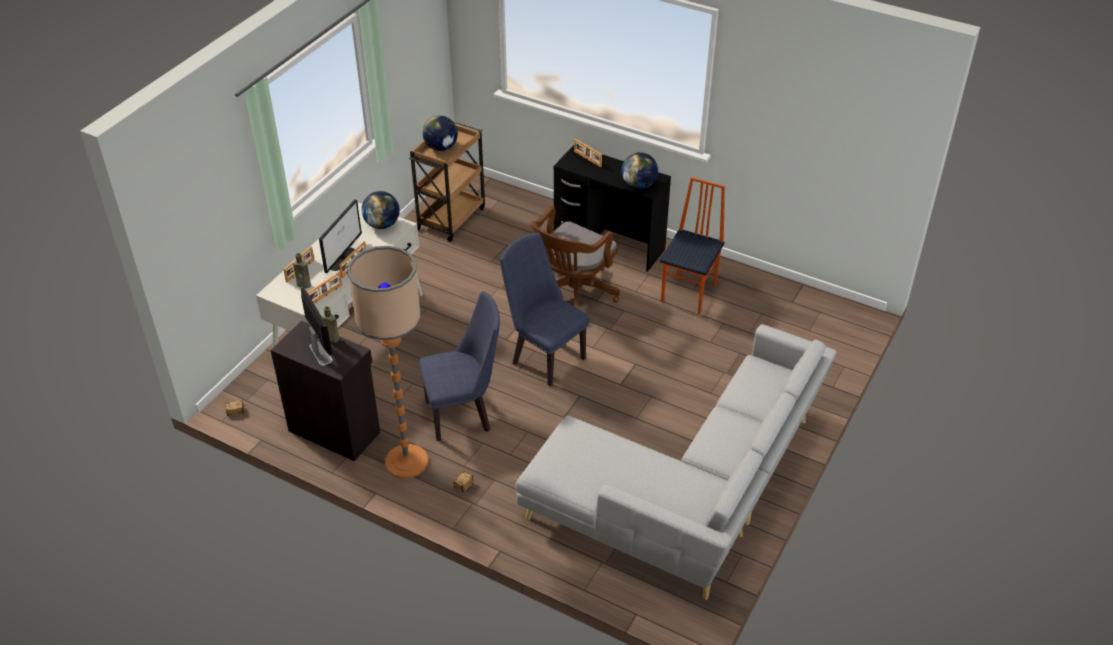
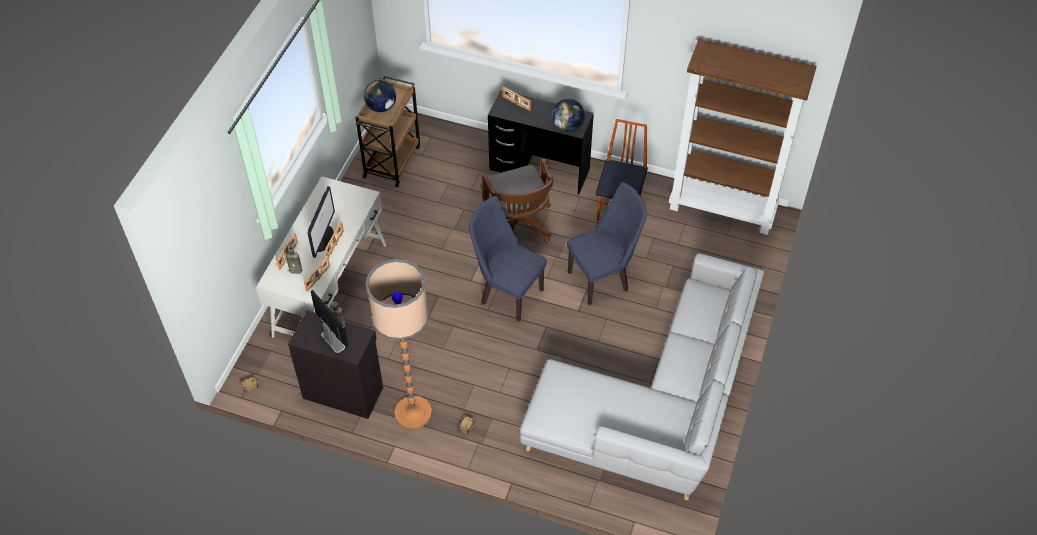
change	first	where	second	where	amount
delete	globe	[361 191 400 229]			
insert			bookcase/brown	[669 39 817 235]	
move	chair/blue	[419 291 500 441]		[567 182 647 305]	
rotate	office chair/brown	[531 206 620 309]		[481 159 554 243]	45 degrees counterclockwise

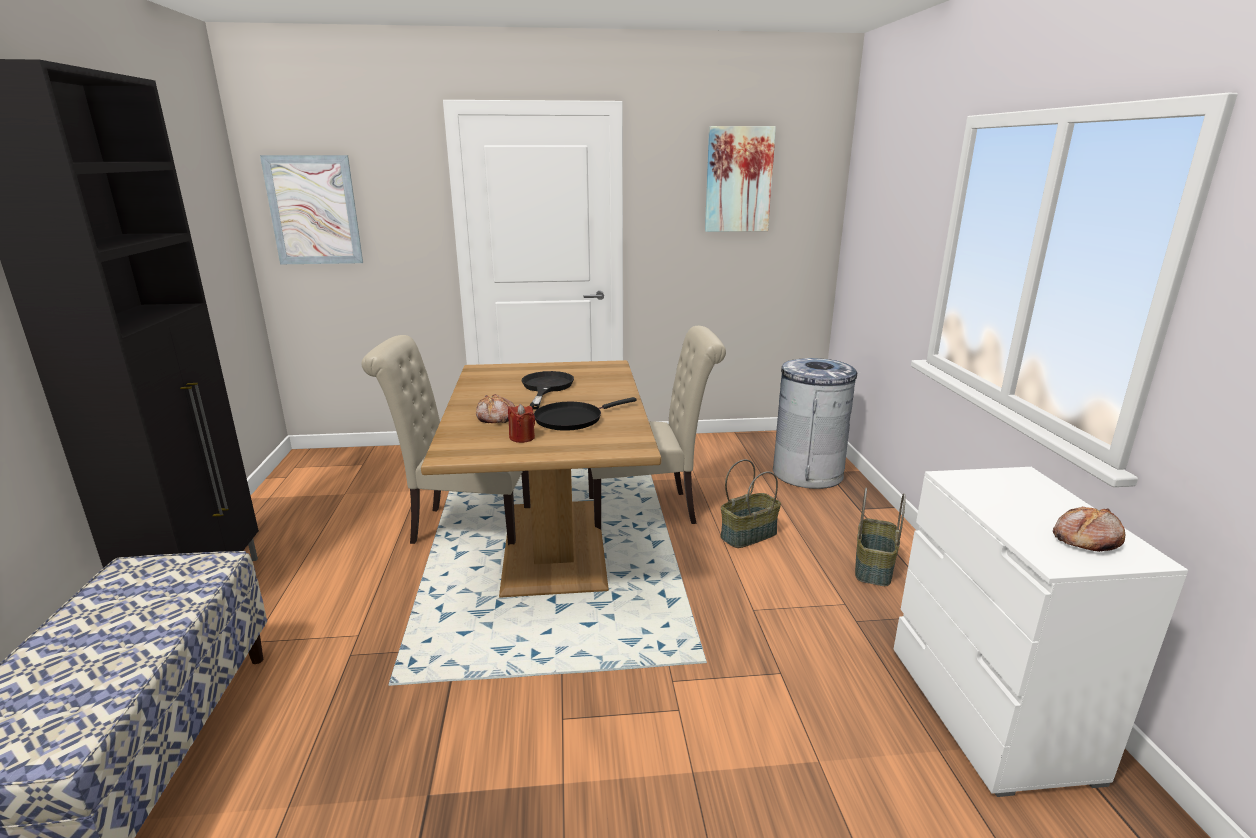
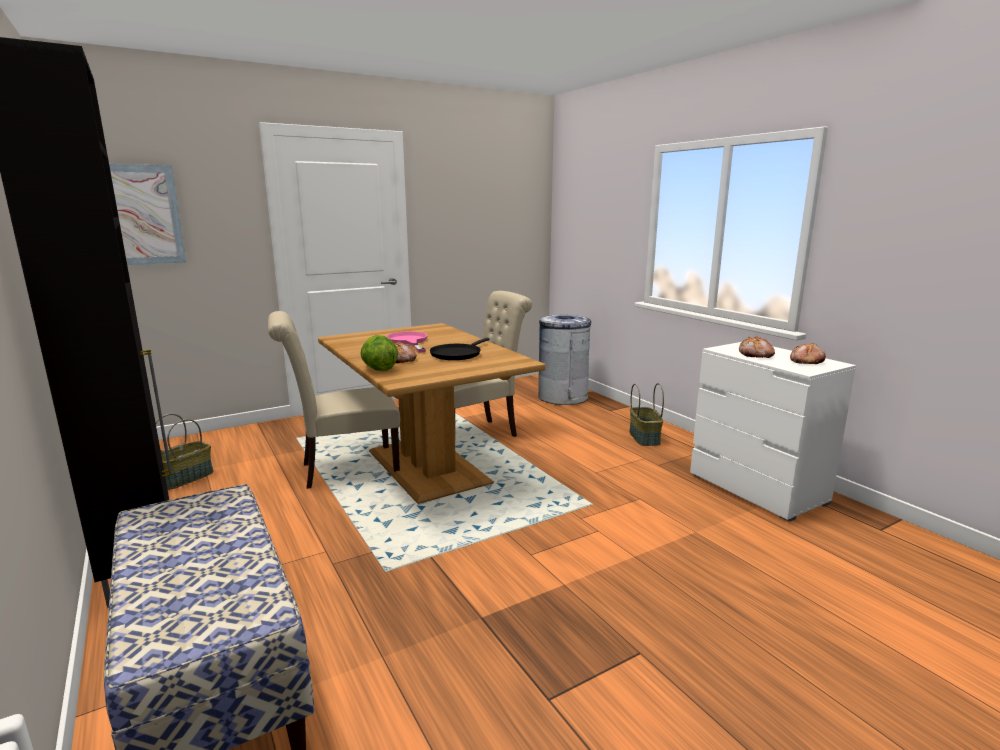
change	first	where	second	where	amount
delete	candle/red	[508 404 535 443]			
delete	picture	[705 126 776 232]			
insert			lettuce	[360 335 398 371]	
insert			bread	[739 336 775 358]	
move	basket	[721 459 781 548]		[155 414 214 490]	
recolor	frying pan/black	[522 371 574 410]	frying pan/pink	[386 331 428 353]	

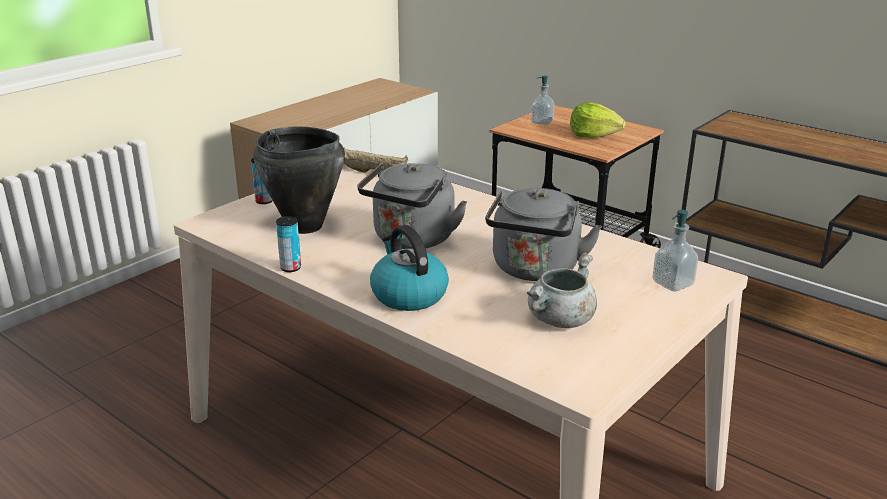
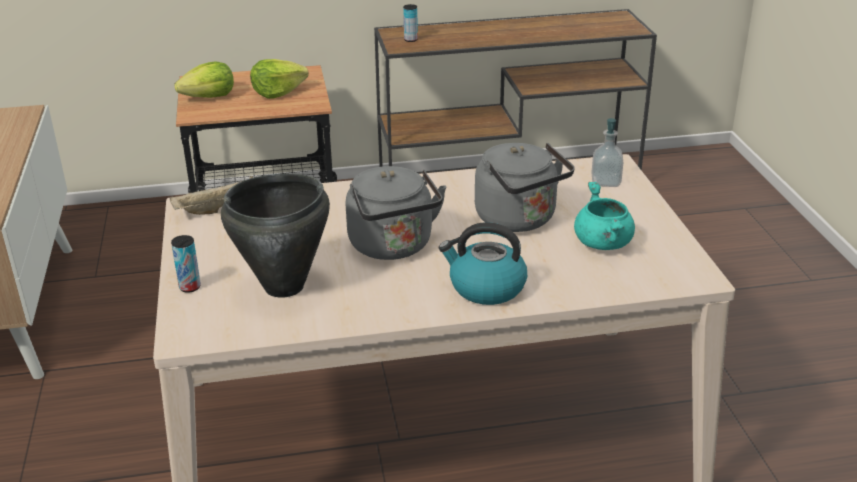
change	first	where	second	where	amount
move	can	[276 216 301 272]		[403 4 418 42]	
replace	soap dispenser	[531 76 555 125]	lettuce	[174 61 234 98]	
recolor	cooking pot/grey	[527 252 597 328]	cooking pot/turquoise	[574 182 635 250]	

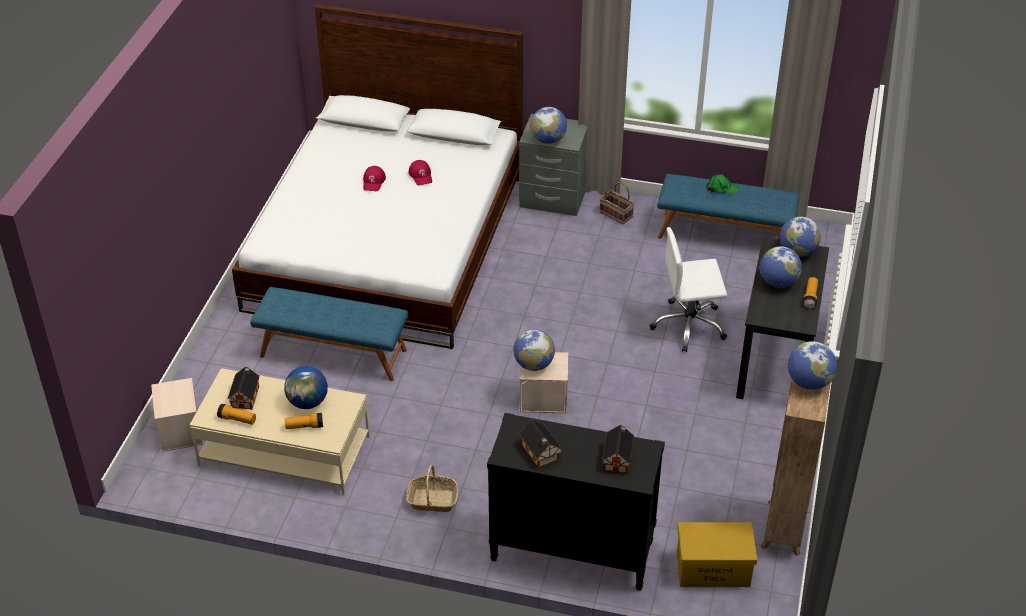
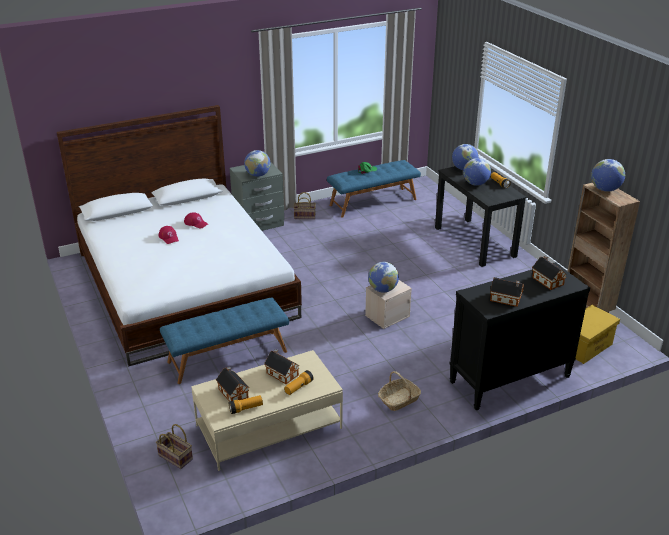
change	first	where	second	where	amount
delete	office chair/white	[649 227 727 352]			
replace	storage box/beige	[151 378 203 452]	basket	[156 424 193 469]	
replace	globe	[284 366 328 409]	toy house	[264 349 300 385]	

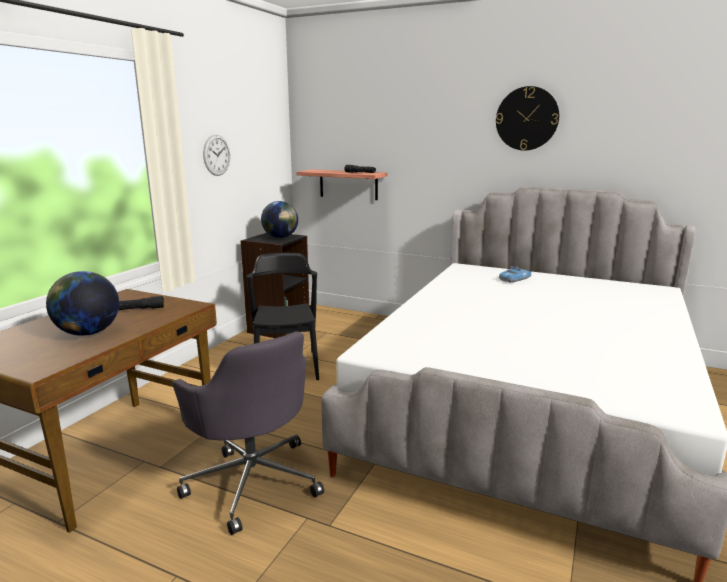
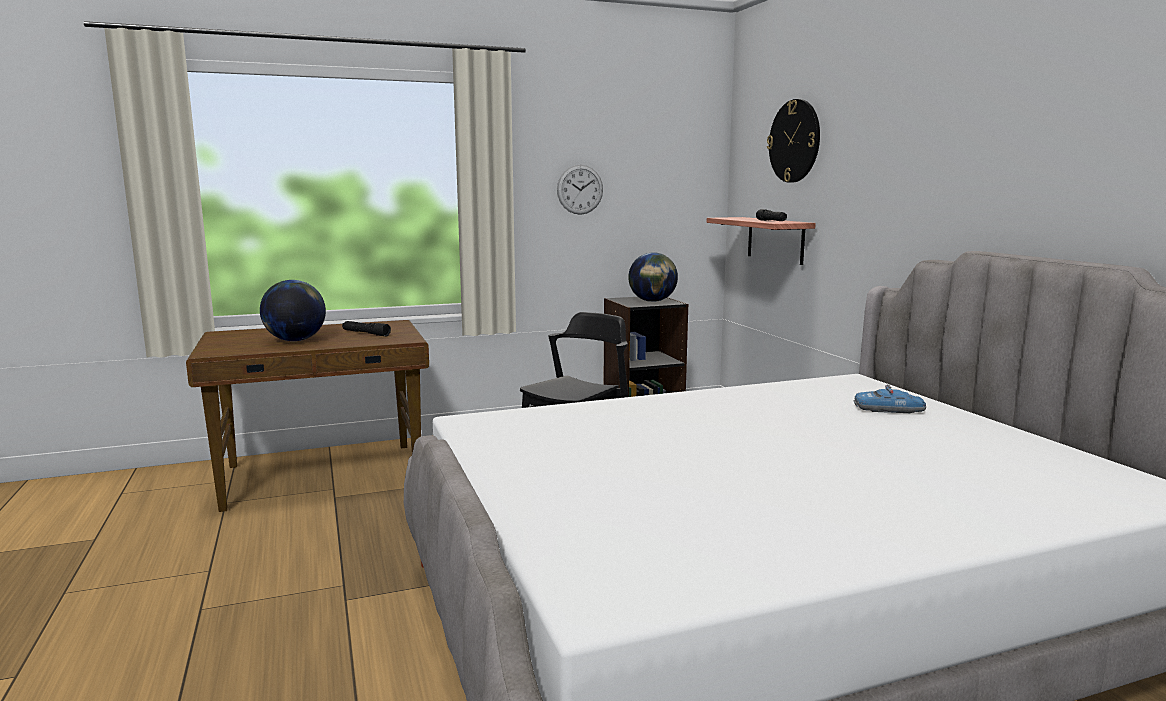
change	first	where	second	where	amount
delete	office chair/grey	[172 331 324 535]			
move	wall clock	[496 86 559 151]		[767 99 820 183]	

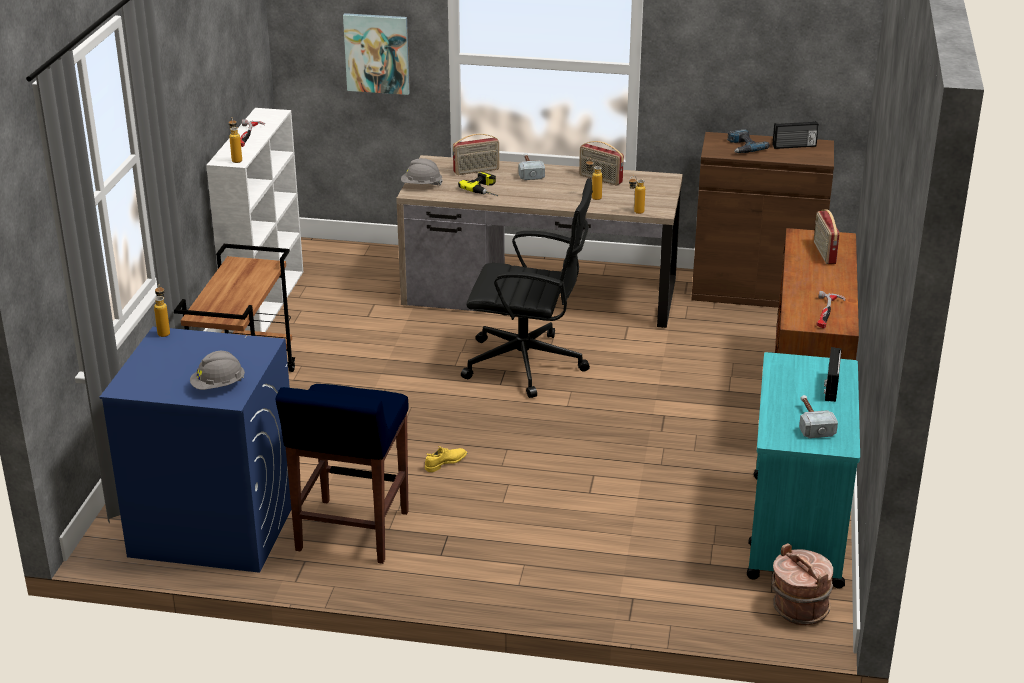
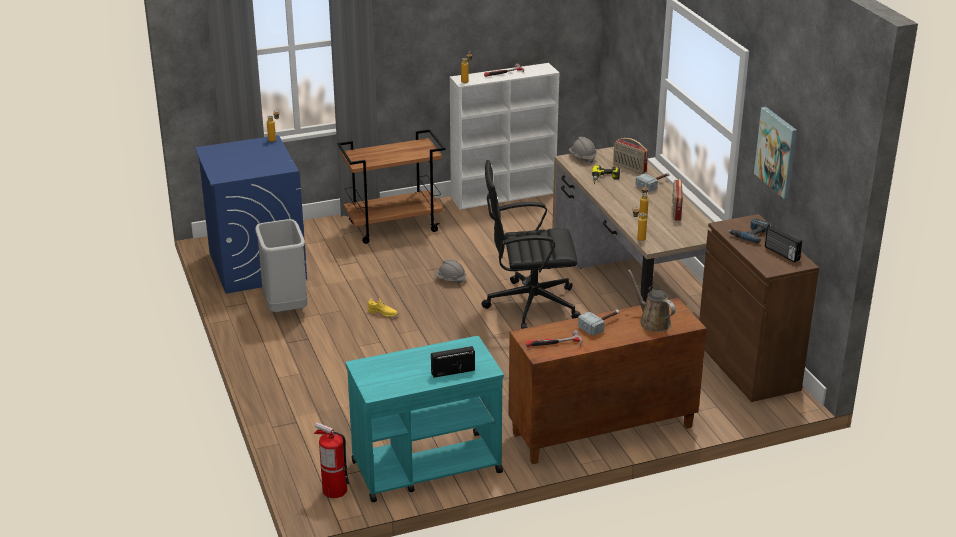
change	first	where	second	where	amount
move	hard hat/grey	[190 351 245 390]		[435 260 466 283]	
move	picture	[343 13 410 95]		[754 107 797 199]	
move	hammer	[799 395 838 438]		[578 309 620 335]	
replace	stool/blue	[276 384 409 564]	trash can/grey	[255 219 308 312]	
replace	bucket/brown	[771 543 833 625]	fire extinguisher	[314 422 350 498]	
replace	radio	[814 210 840 264]	watering can/brown	[628 269 676 332]	
rotate	office chair/black	[461 178 593 398]		[482 160 581 329]	105 degrees clockwise

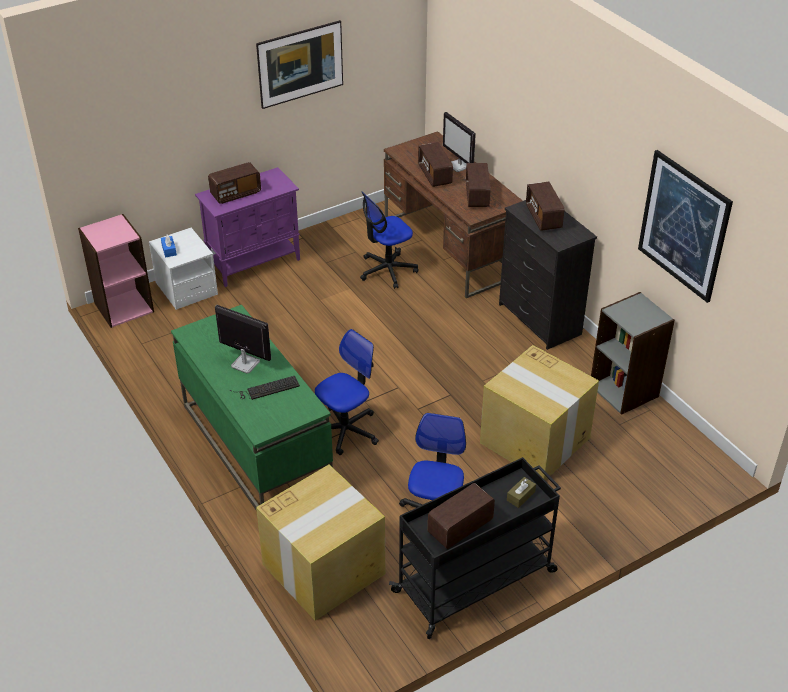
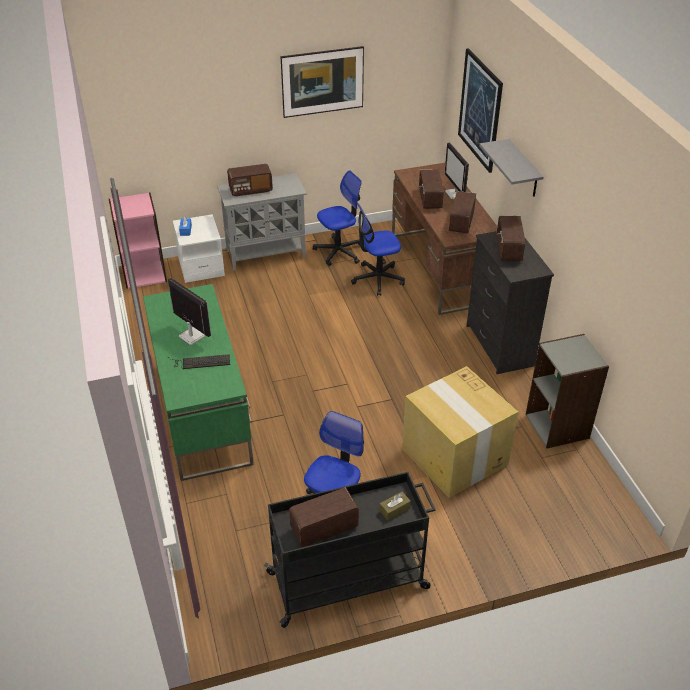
change	first	where	second	where	amount
delete	cardboard box	[256 465 385 621]			
insert			shelf/grey	[479 139 544 197]	
move	office chair	[315 329 379 455]		[313 170 362 266]	
move	picture	[638 150 733 303]		[458 48 503 173]	
recolor	cabinet/purple	[195 167 300 287]	cabinet/grey	[217 173 306 271]	

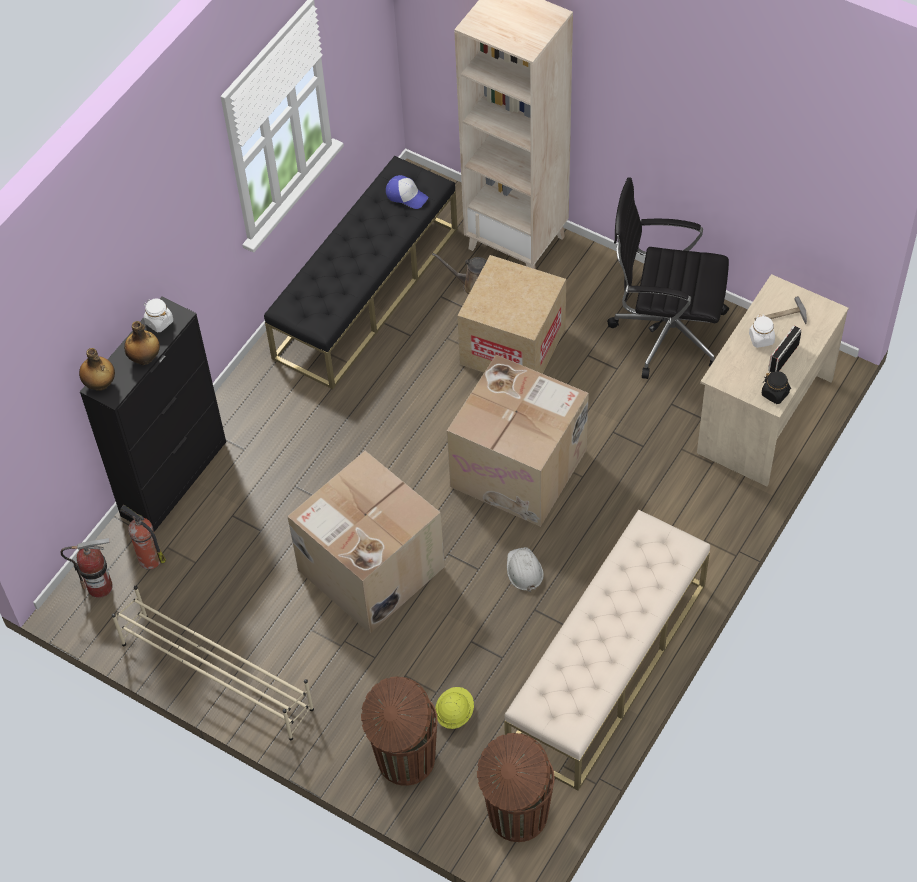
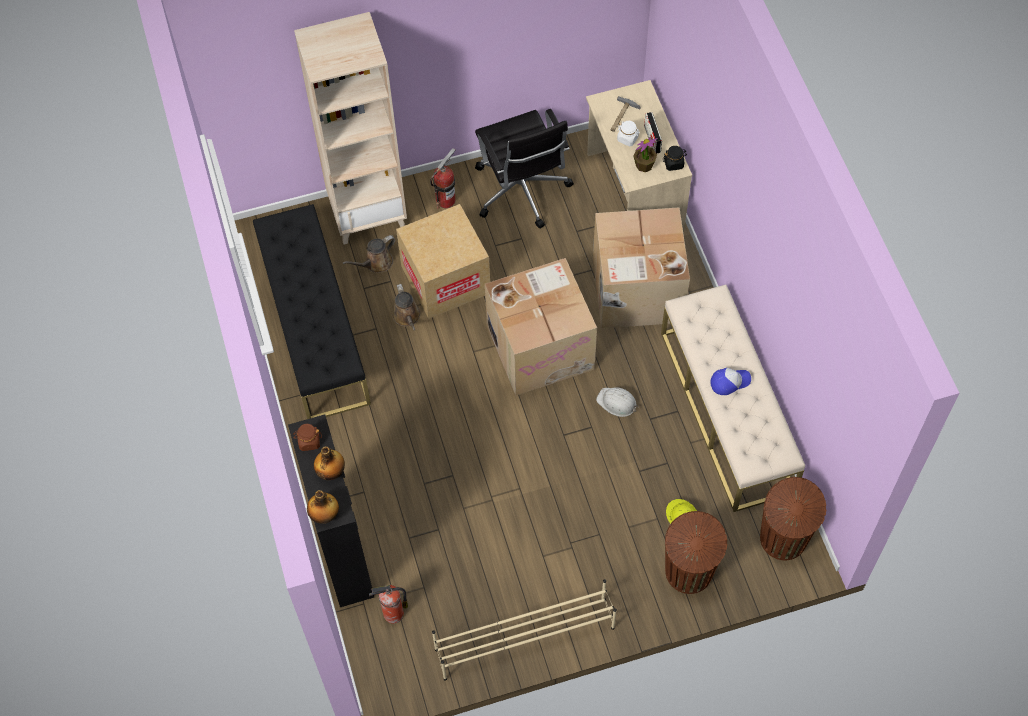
change	first	where	second	where	amount
insert			watering can/brown	[392 284 420 331]	
insert			potted plant	[634 137 658 172]	
move	fire extinguisher	[60 538 113 598]		[430 148 456 209]	
move	cardboard box	[287 451 445 634]		[593 207 690 328]	
move	cap	[386 175 429 209]		[710 368 751 395]	
recolor	jar/white	[144 299 173 332]	jar/brown	[293 424 322 451]	
rotate	office chair/black	[607 177 729 379]		[475 109 574 229]	75 degrees counterclockwise

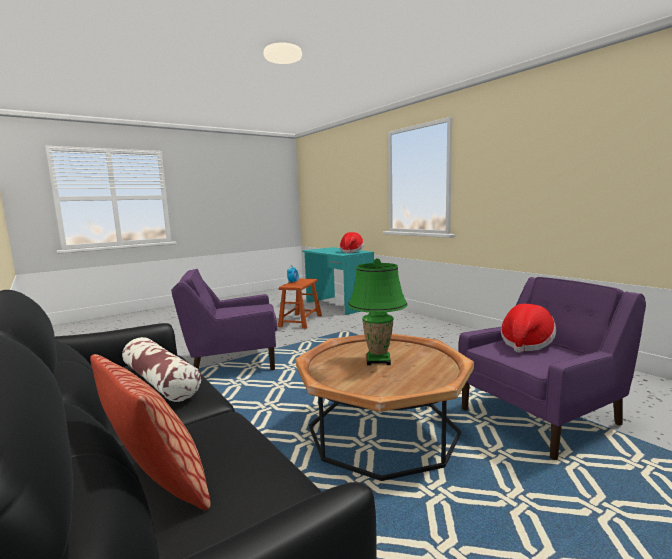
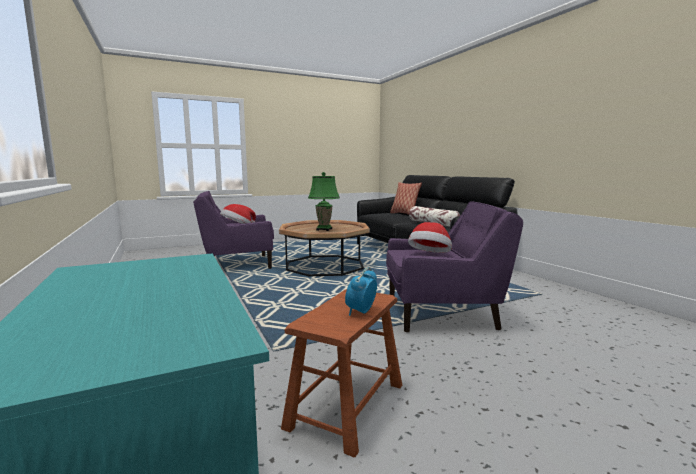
change	first	where	second	where	amount
move	hat	[340 232 364 253]		[408 222 452 253]	

